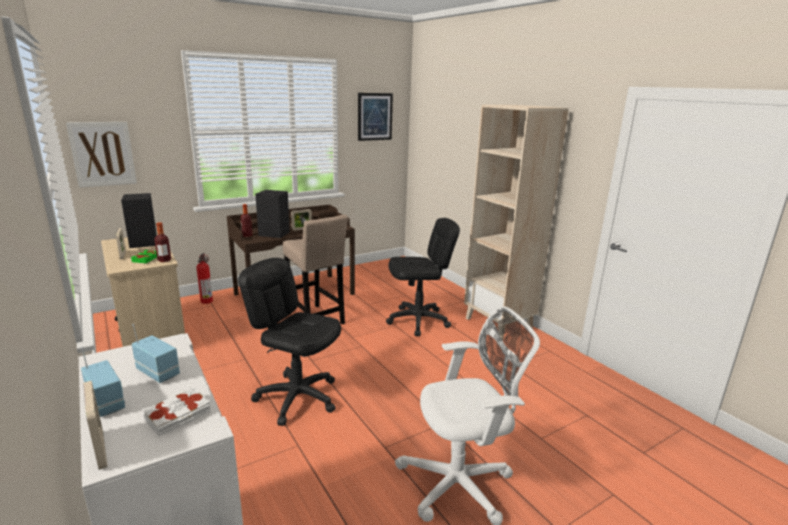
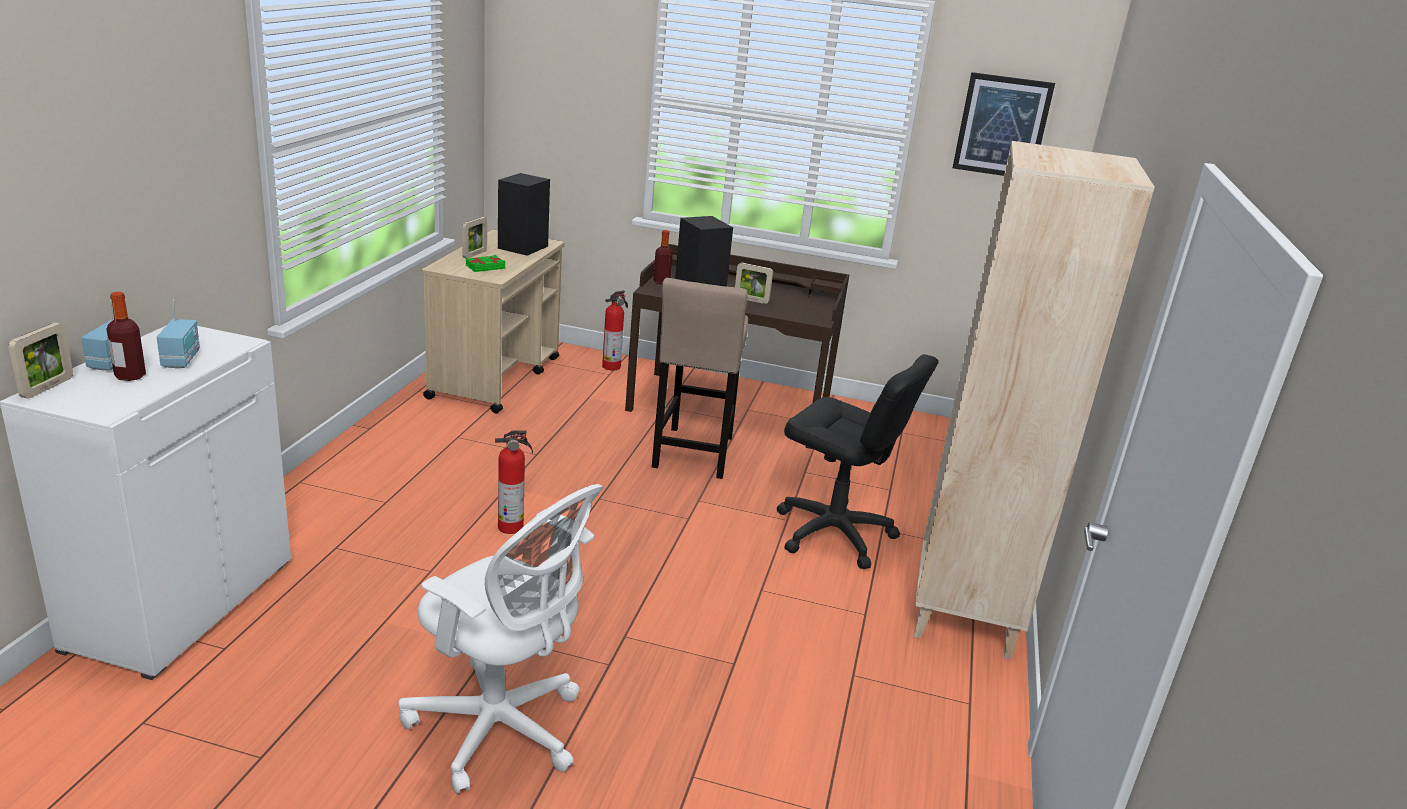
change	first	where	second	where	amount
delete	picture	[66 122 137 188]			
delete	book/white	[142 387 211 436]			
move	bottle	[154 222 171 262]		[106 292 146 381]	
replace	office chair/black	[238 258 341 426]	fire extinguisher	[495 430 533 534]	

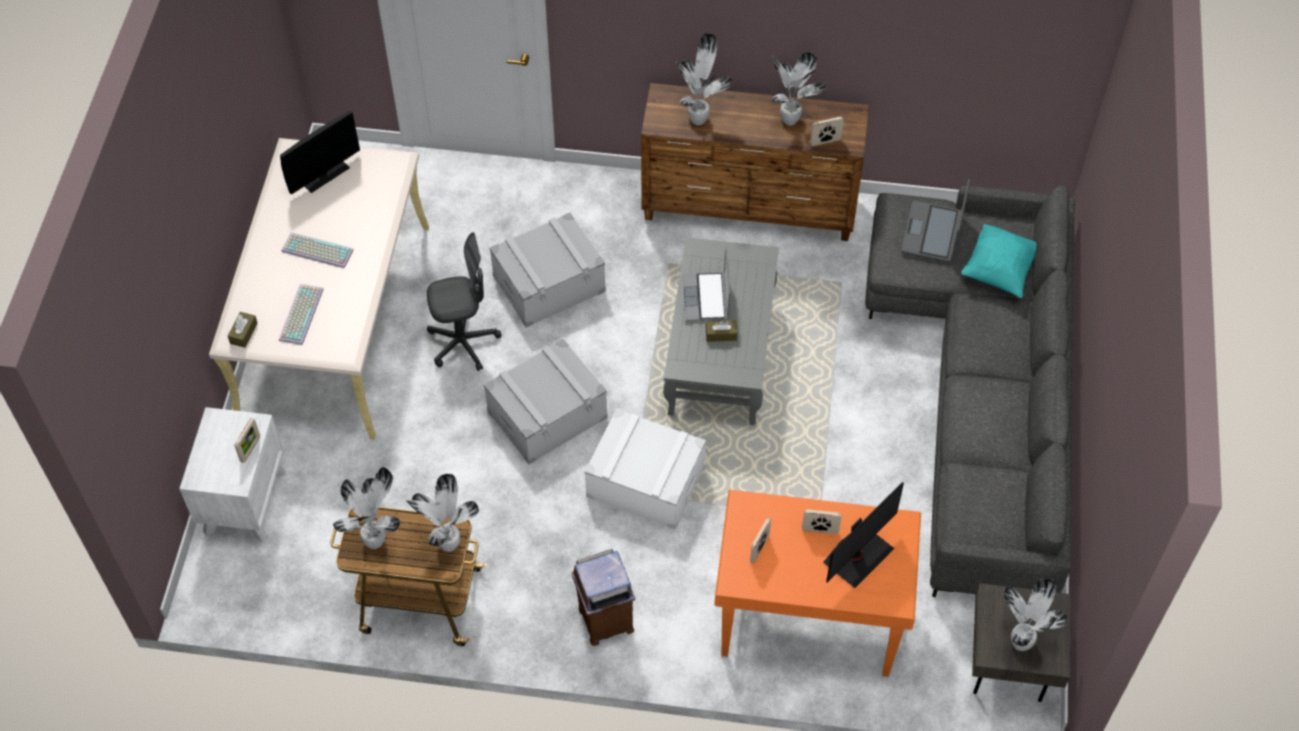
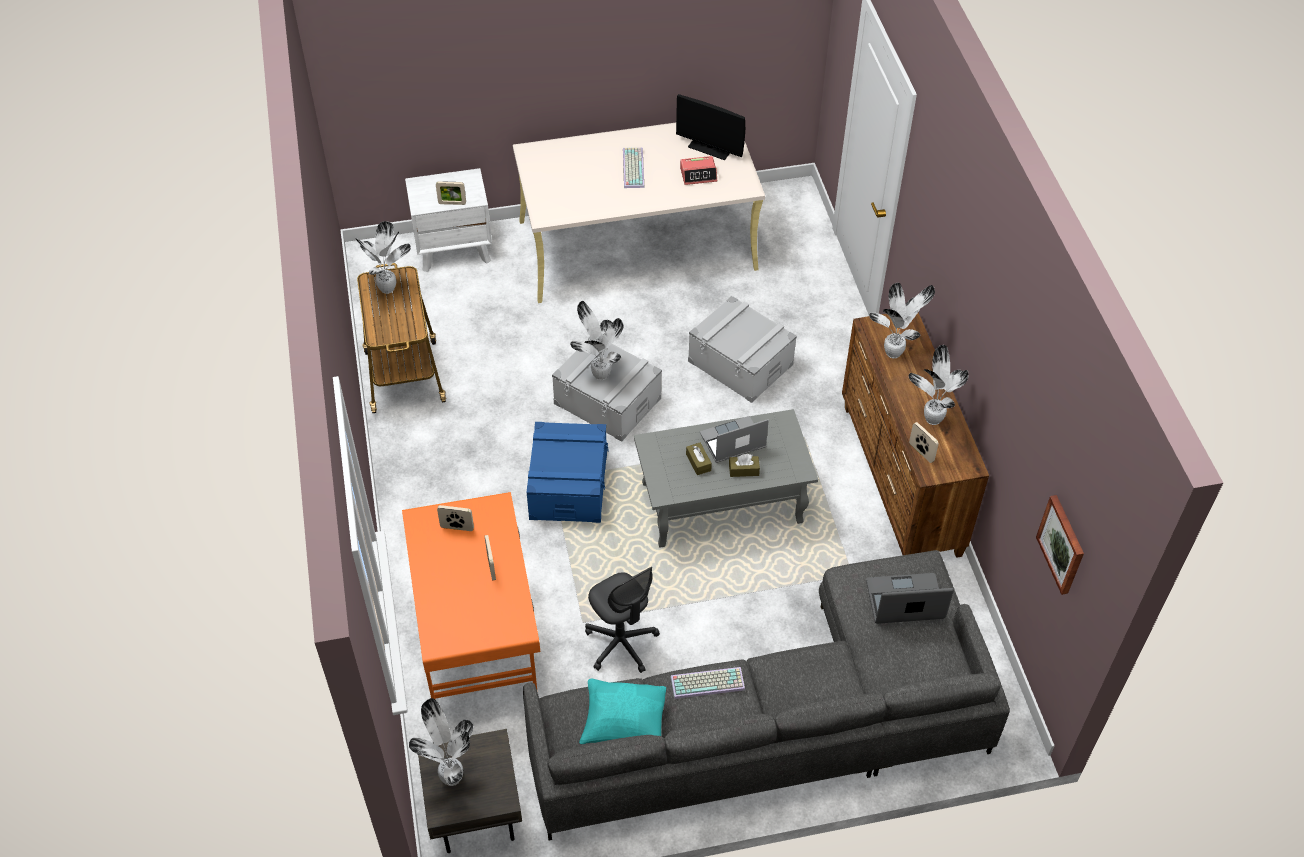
change	first	where	second	where	amount
delete	trash can/brown	[571 549 635 646]			
delete	monitor	[823 482 904 588]			
insert			alarm clock	[680 156 717 185]	
insert			picture	[1036 495 1084 595]	
move	tissue box/brown	[228 312 258 348]		[729 454 760 477]	
move	keyboard	[279 284 324 345]		[671 667 745 699]	
move	potted plant	[406 474 479 552]		[570 301 624 380]	
move	office chair/grey	[427 232 501 371]		[585 567 660 673]	
move	pillow/turquoise	[961 224 1036 298]		[579 679 666 744]	
recolor	storage box/white	[584 408 706 530]	storage box/blue	[527 422 609 523]	

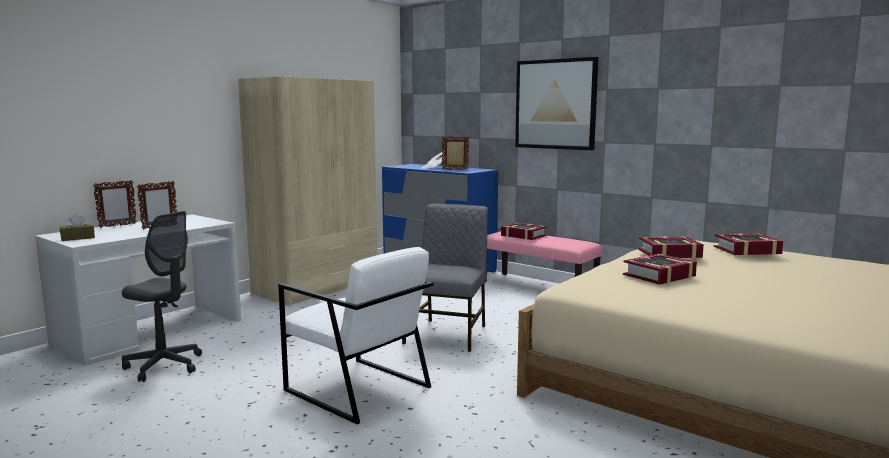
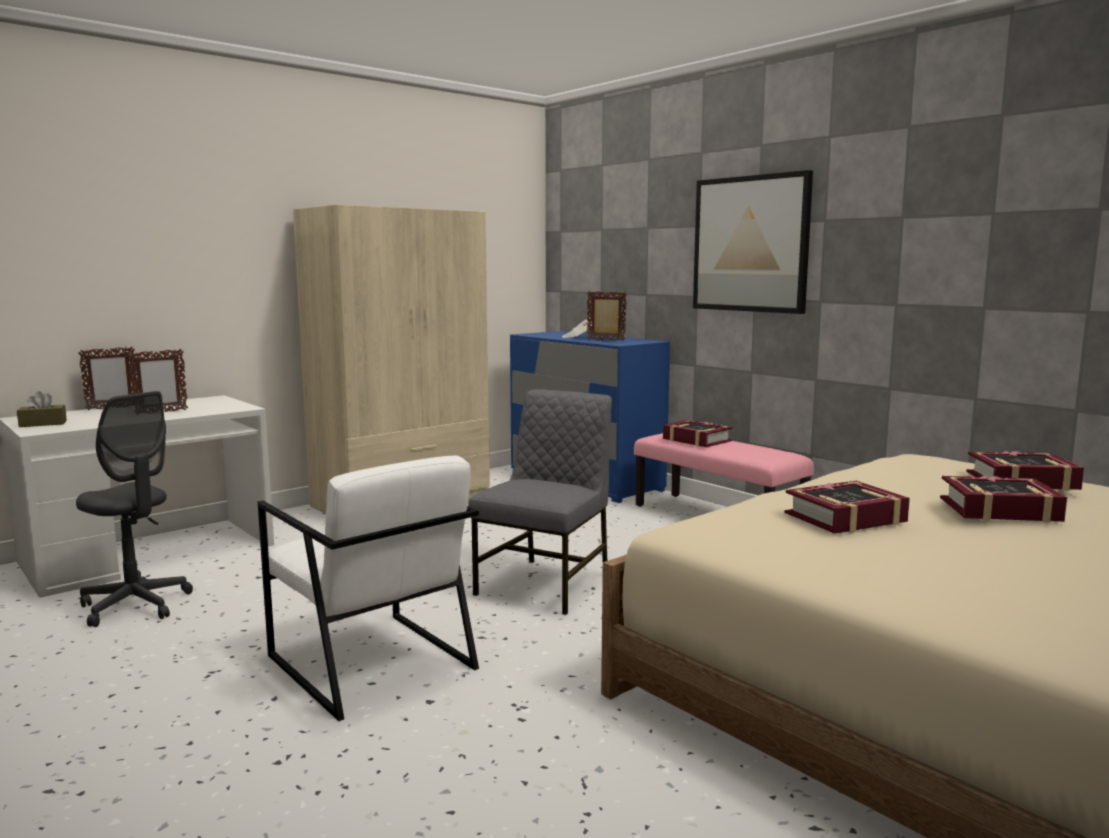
change	first	where	second	where	amount
move	book	[638 236 704 259]		[940 476 1067 523]	

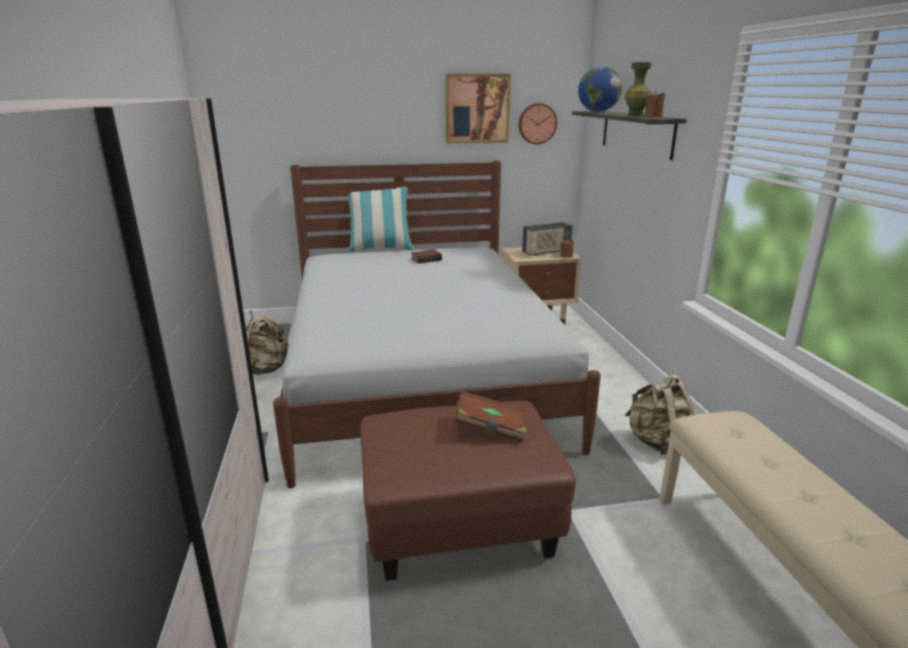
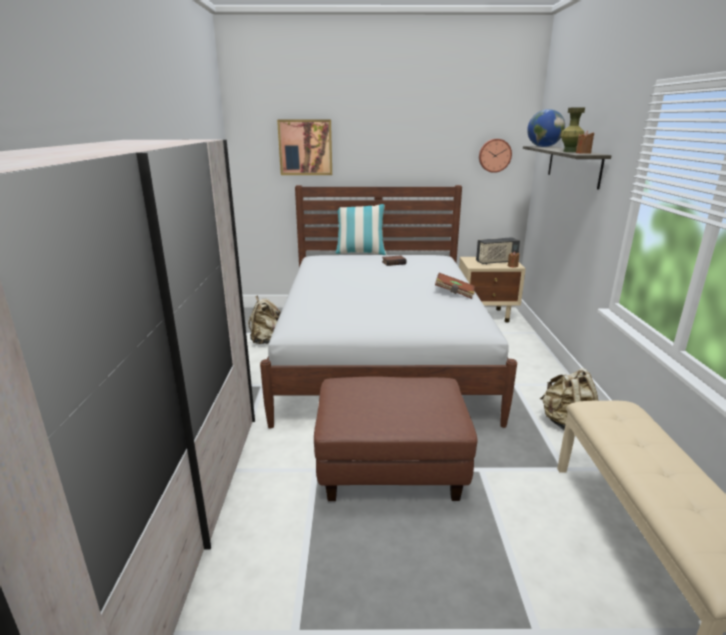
change	first	where	second	where	amount
move	picture	[445 74 511 144]		[277 119 332 175]	
move	book/brown	[455 390 527 442]		[435 273 474 299]	

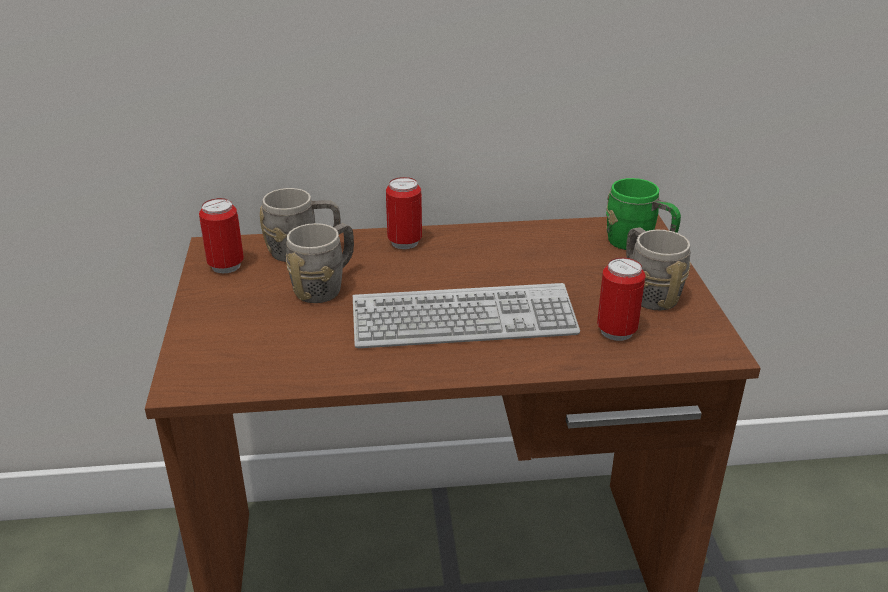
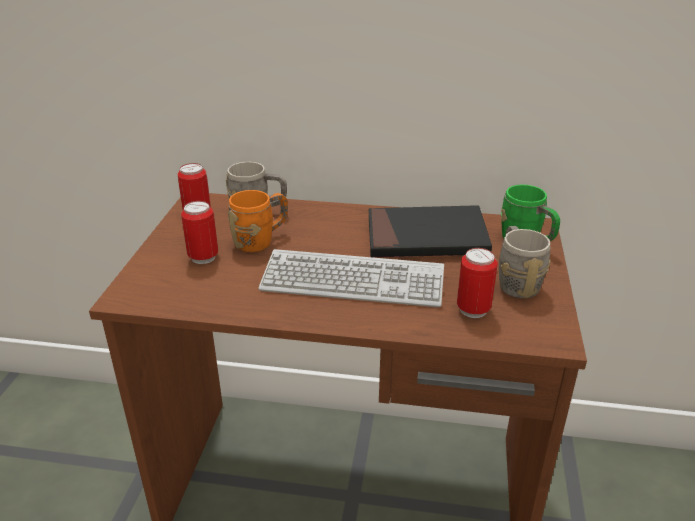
change	first	where	second	where	amount
insert			book/black	[369 205 492 257]	
move	can	[386 177 422 249]		[181 201 218 264]	
recolor	mug/grey	[286 223 354 303]	mug/orange	[228 190 288 252]	

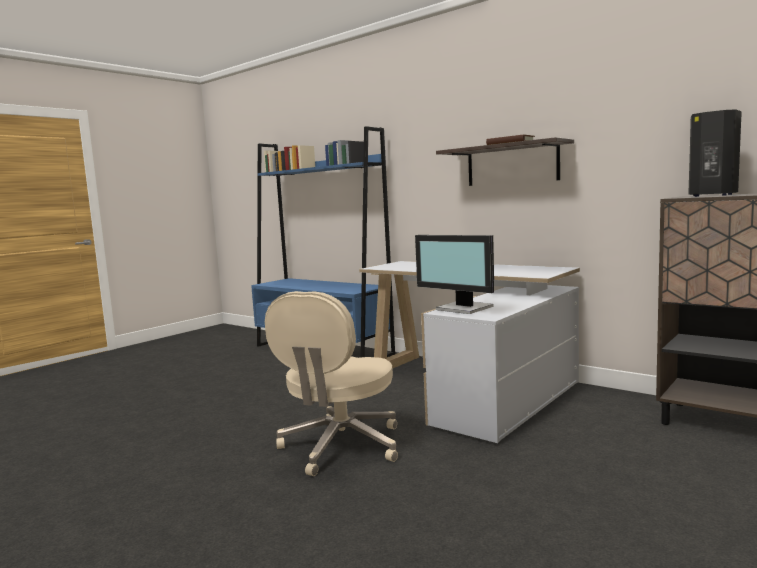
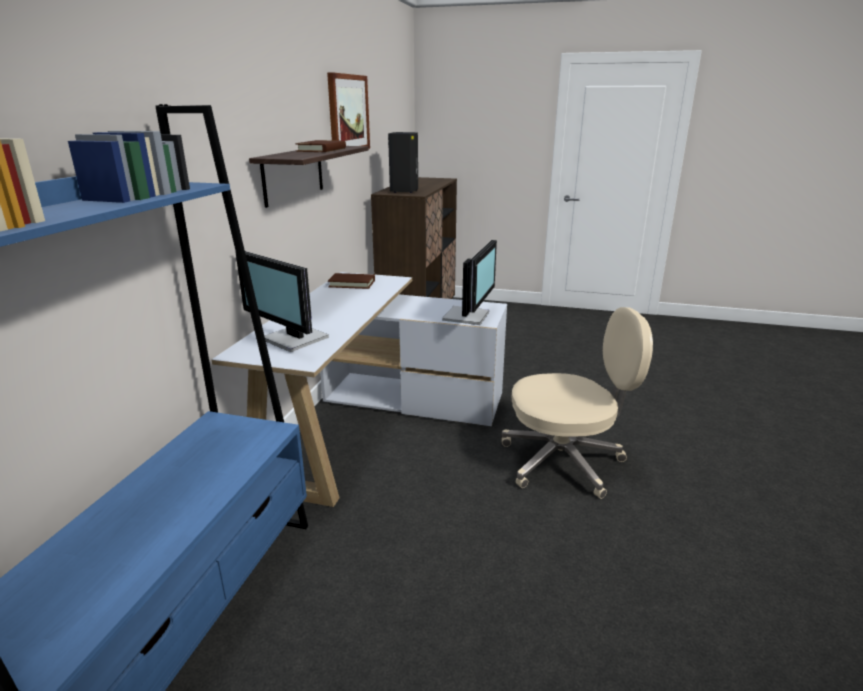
change	first	where	second	where	amount
insert			monitor	[235 251 329 352]	
insert			picture	[327 72 370 149]	
insert			book/brown	[328 273 375 289]	

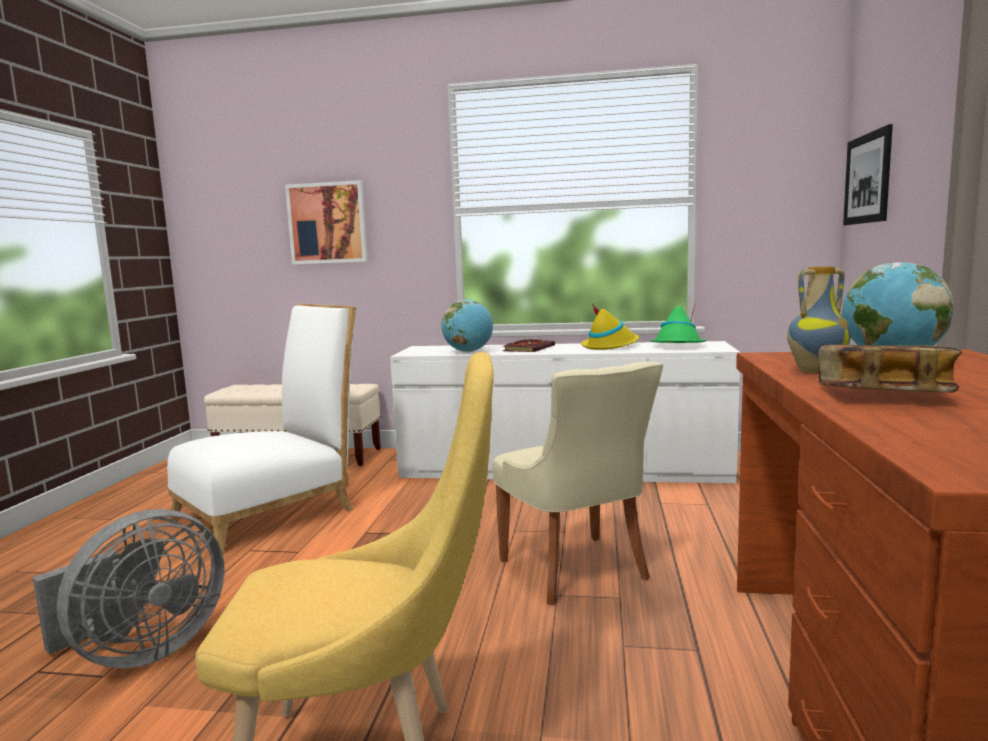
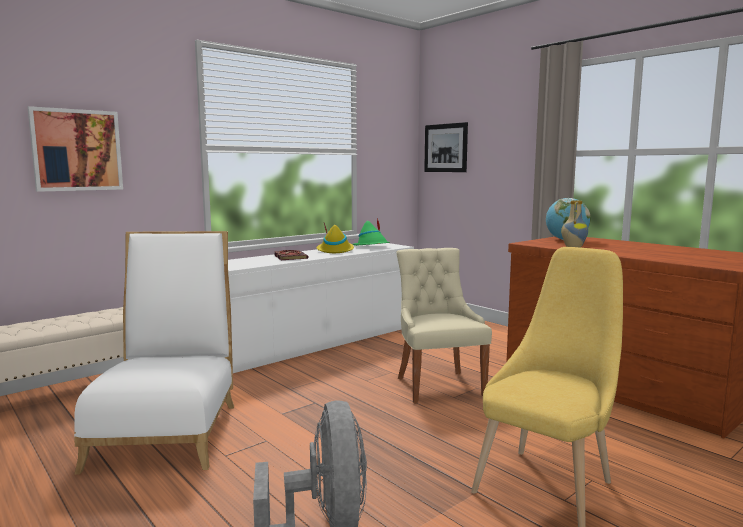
change	first	where	second	where	amount
delete	globe	[441 299 493 352]			
delete	book	[818 345 962 392]			
rotate	chair/beige	[492 361 663 605]		[396 248 492 404]	120 degrees counterclockwise

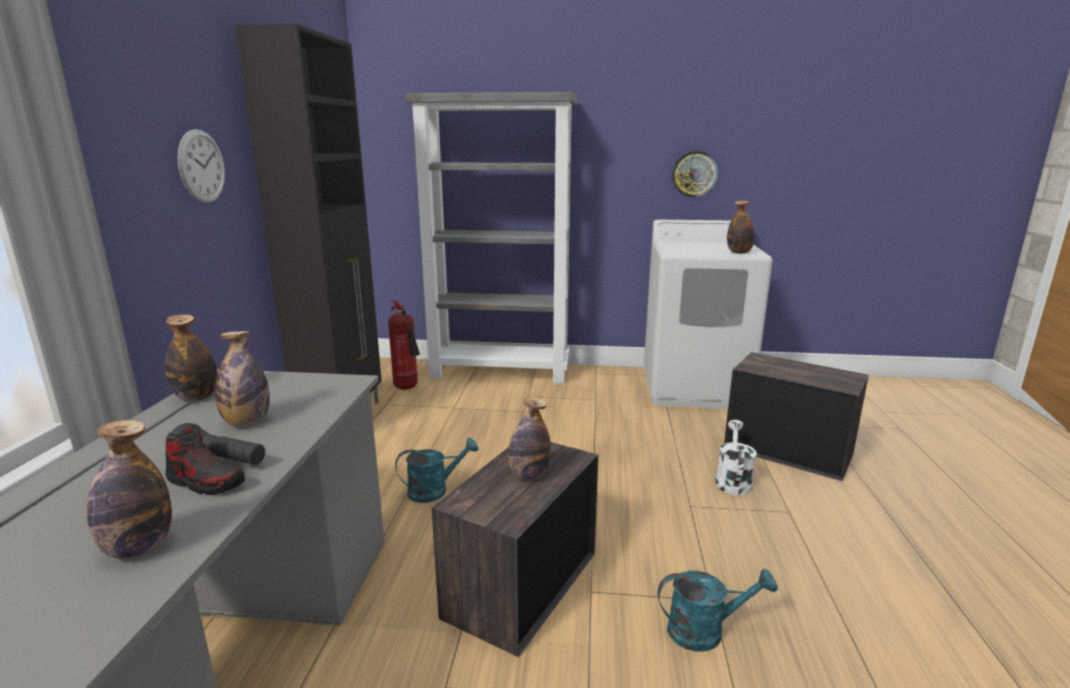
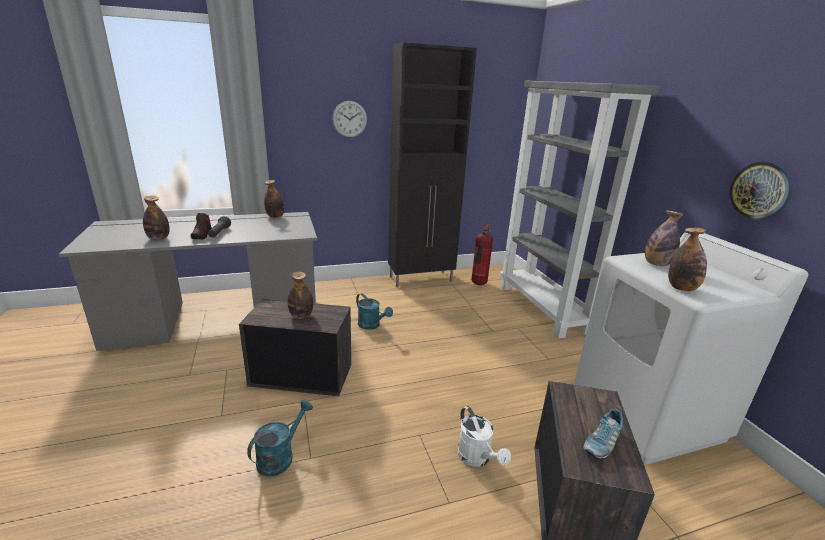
change	first	where	second	where	amount
insert			shoe	[583 409 623 459]	
move	bottle	[215 331 270 426]		[645 210 684 266]	
rotate	watering can/turquoise	[657 569 778 652]		[247 400 313 477]	120 degrees counterclockwise
rotate	watering can/white	[715 420 757 495]		[457 406 511 467]	75 degrees clockwise

